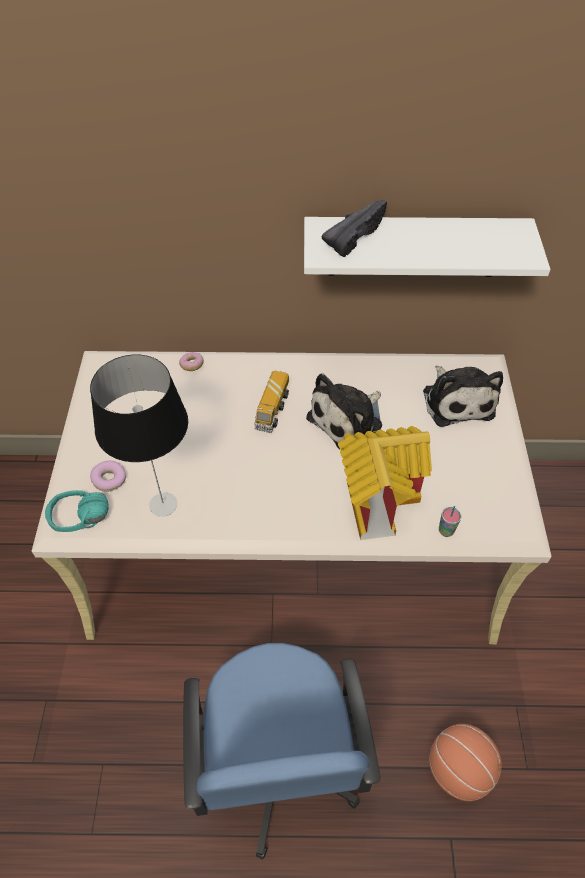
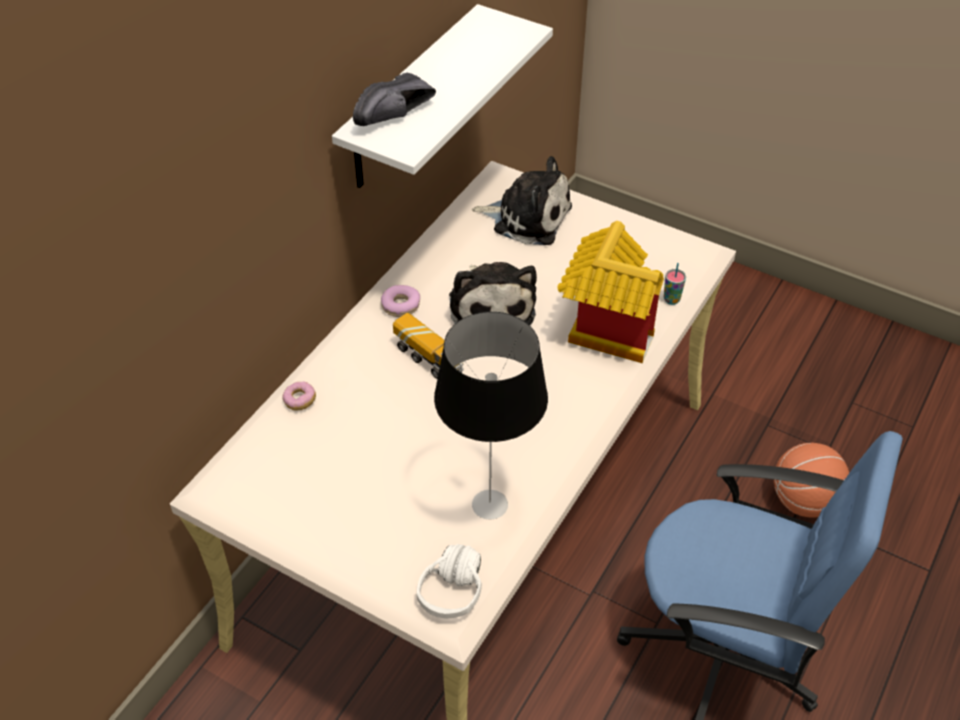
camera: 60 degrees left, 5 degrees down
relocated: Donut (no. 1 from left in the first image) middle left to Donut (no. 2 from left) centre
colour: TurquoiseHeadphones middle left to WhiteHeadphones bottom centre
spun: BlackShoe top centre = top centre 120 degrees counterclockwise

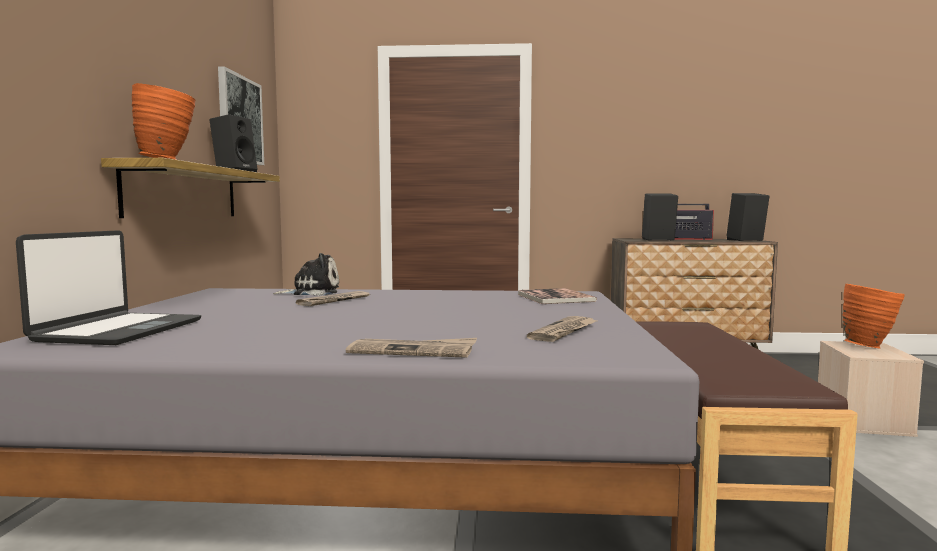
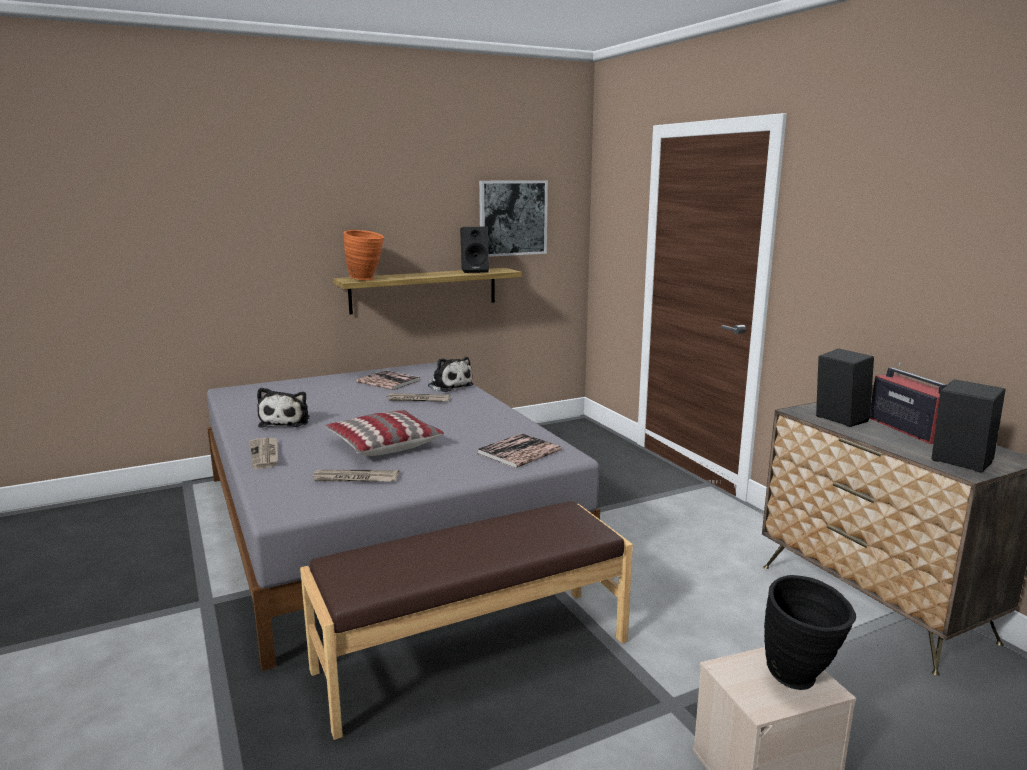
camera: 60 degrees right, 10 degrees up
missing: Laptop middle left
appeared: PlushToy (no. 1 from left) middle left; Pillow centre; Book (no. 1 from left) centre
colour: OrangeVase (no. 2 from left) middle right to BlackVase bottom right

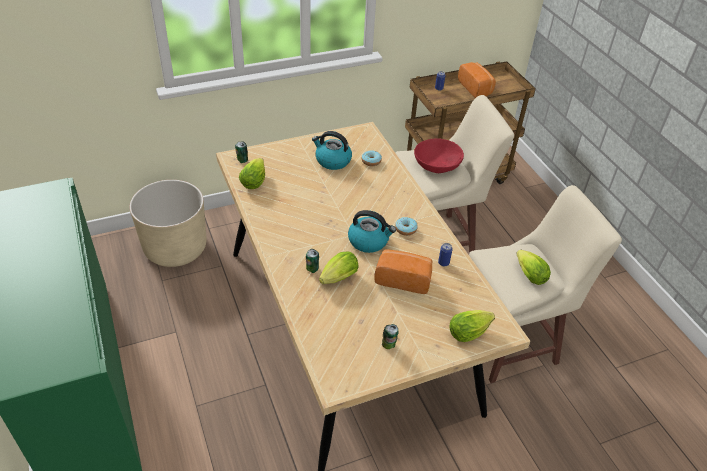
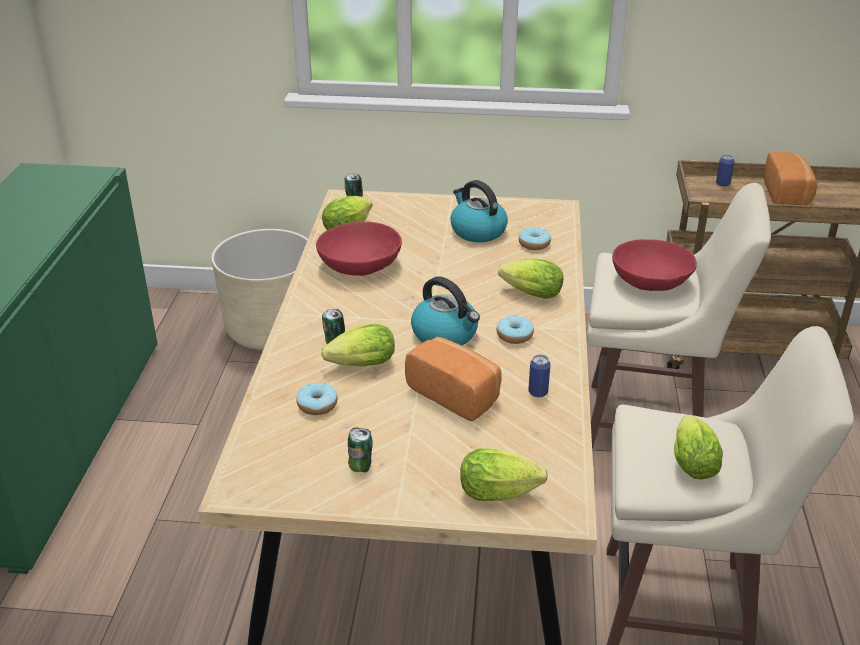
camera: 30 degrees right, 10 degrees down
appeared: Donut (no. 1 from left) centre; RedBowl (no. 1 from left) centre; Lettuce (no. 4 from left) centre

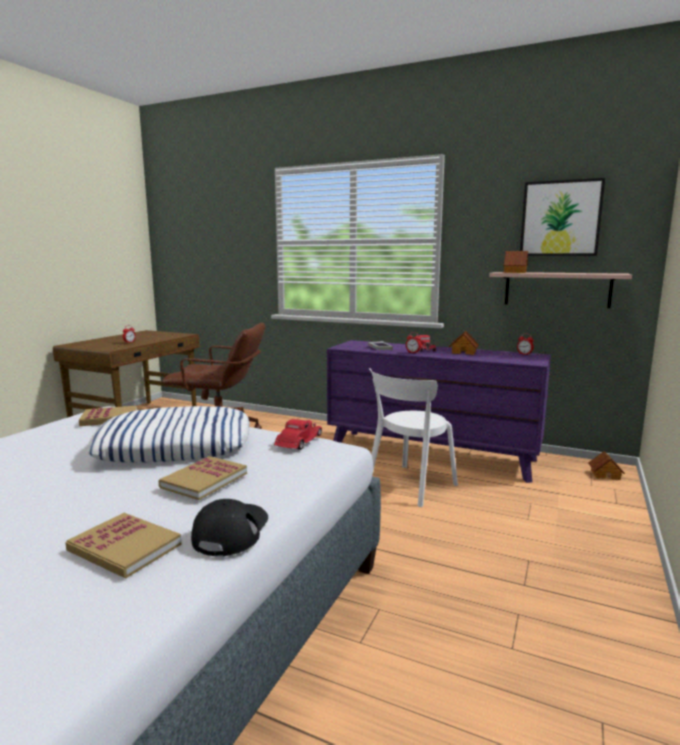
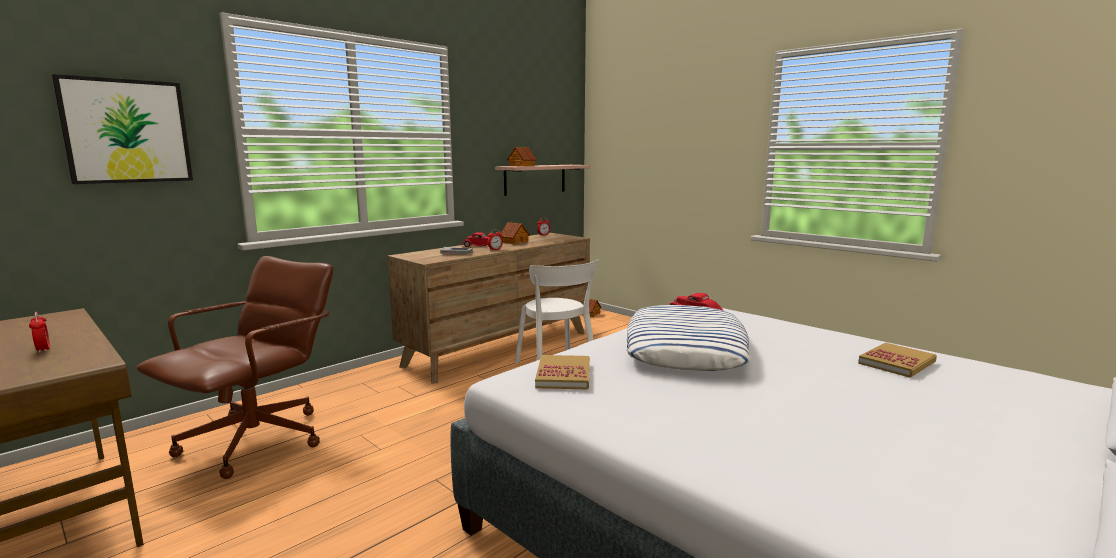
camera: 70 degrees left, 0 degrees up
missing: Book (no. 3 from left) middle left; BlackCap bottom centre
relocated: Picture top right to top left
colour: PurpleDresser centre to BrownDresser centre

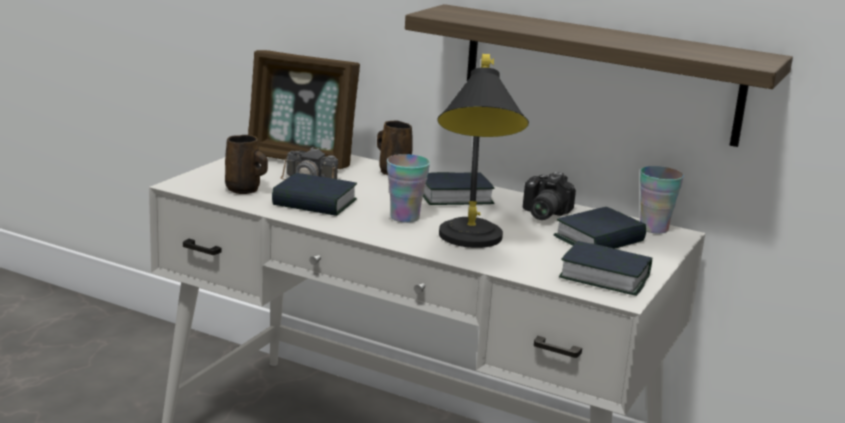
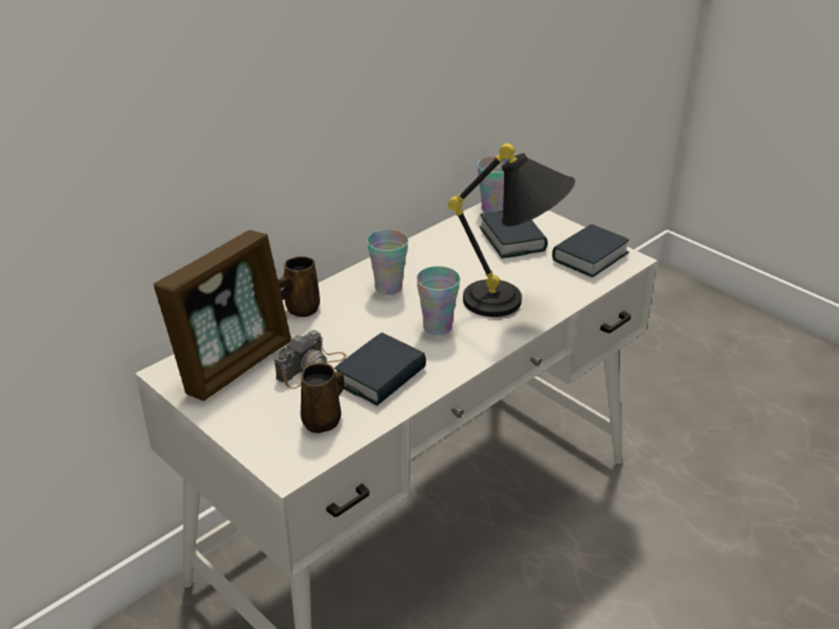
camera: 70 degrees left, 15 degrees up
missing: Shelf top right; PhotoCamera (no. 2 from left) centre
exchanged: Book (no. 2 from left) centre to Cup (no. 1 from left) centre

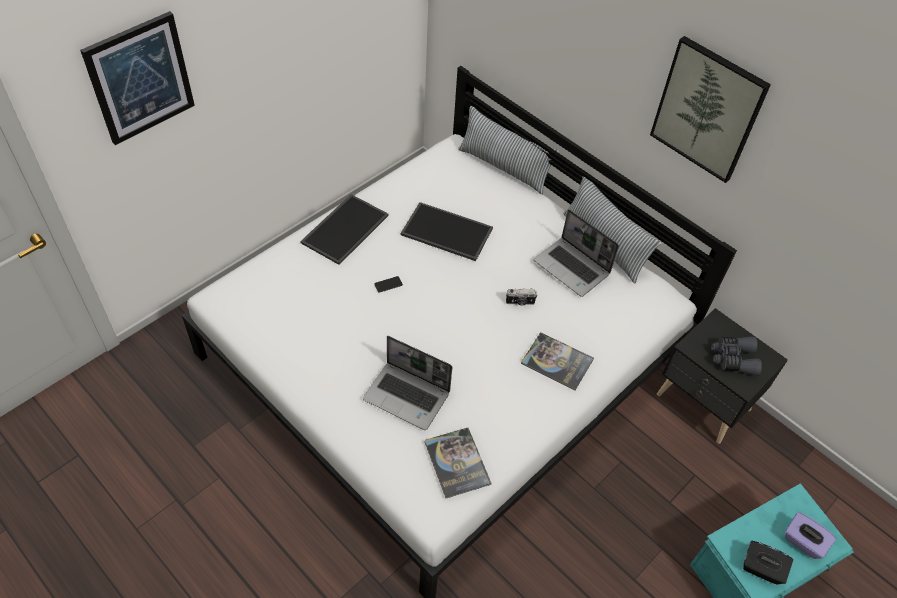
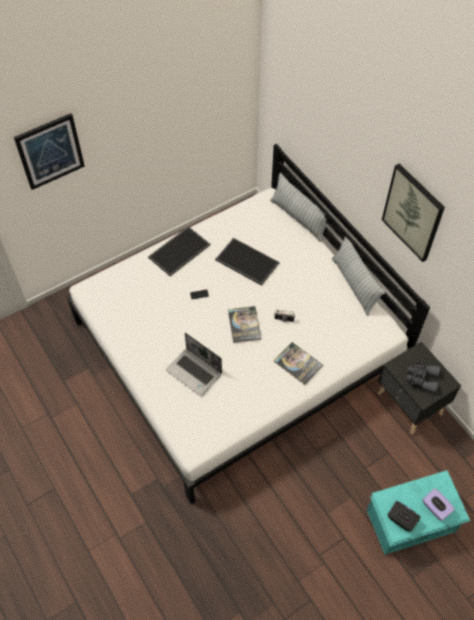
camera: 15 degrees right, 5 degrees up
missing: Laptop (no. 2 from left) centre
relocated: Book (no. 1 from left) bottom centre to centre

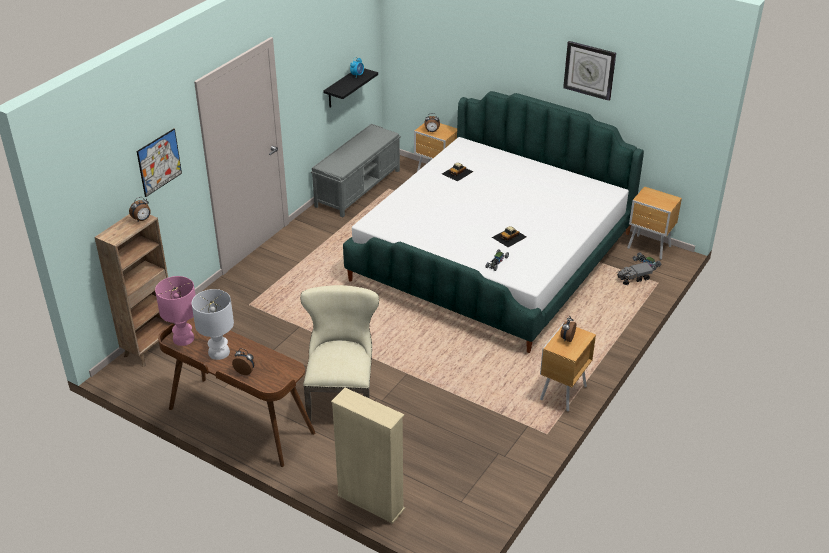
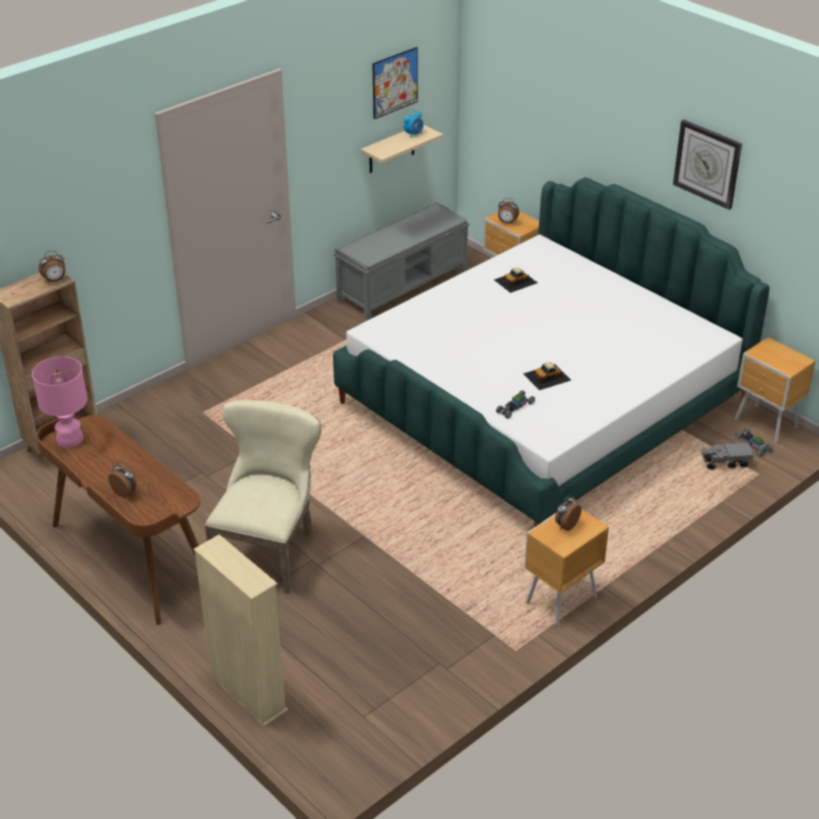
camera: 15 degrees right, 0 degrees up
missing: WhiteTableLamp middle left
relocated: Picture top left to top centre
colour: BlackShelf top centre to BeigeShelf top centre

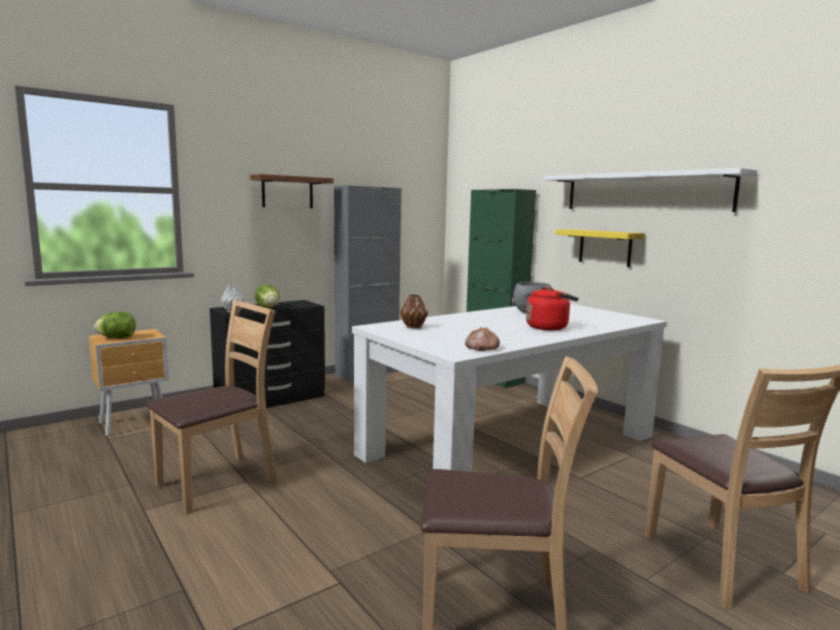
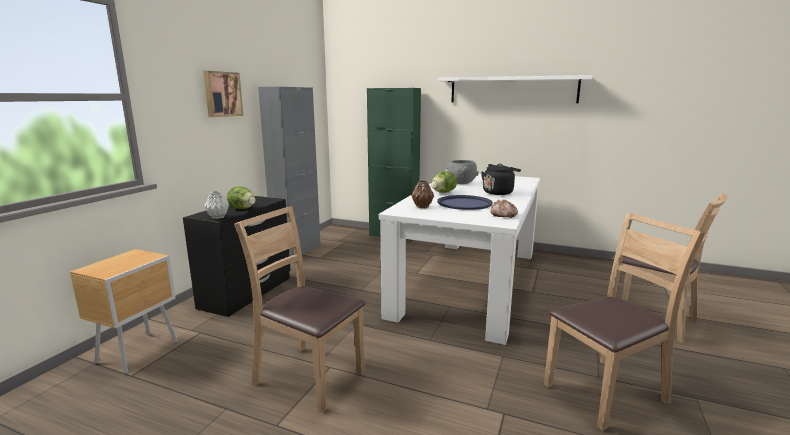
camera: 30 degrees left, 5 degrees up
missing: YellowShelf middle right
appeared: BlueTray centre
relocated: Lettuce (no. 1 from left in the first image) middle left to Lettuce (no. 2 from left) centre
exchanged: BrownShelf top centre to Picture top left
colour: RedKettle centre to BlackKettle centre
spun: BrownChair (no. 1 from left) middle left = bottom centre 75 degrees counterclockwise

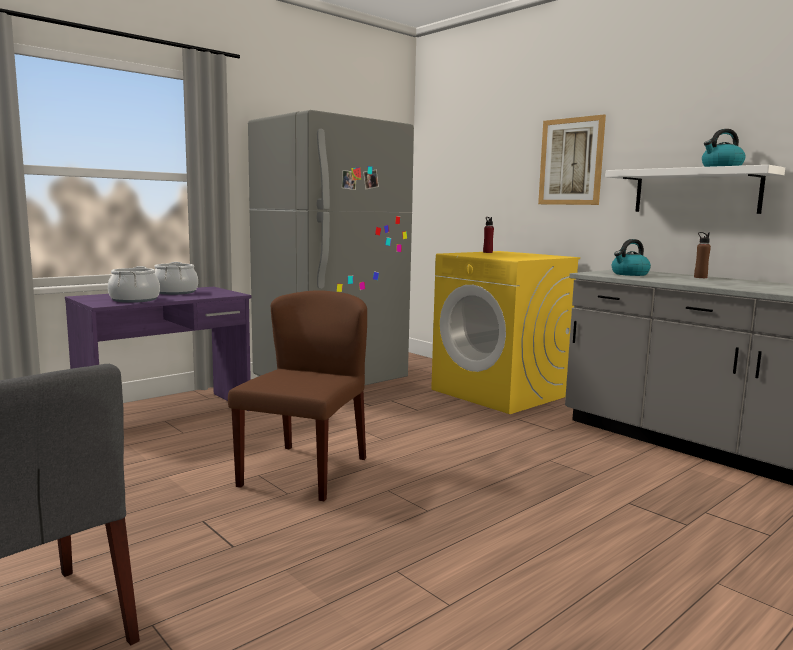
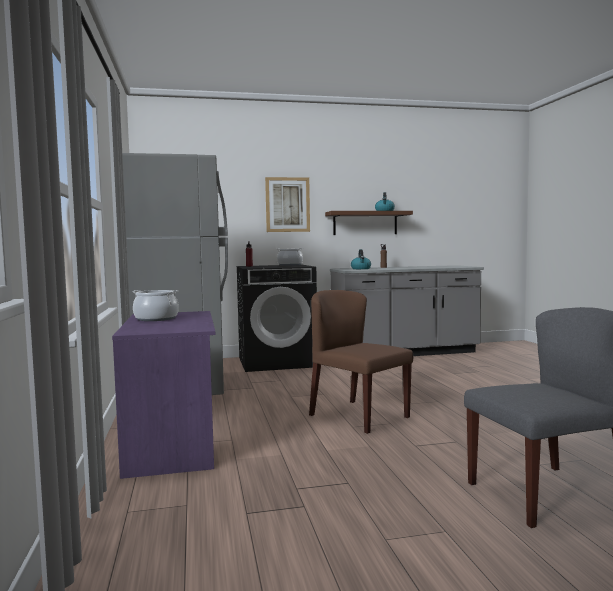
camera: 60 degrees left, 5 degrees down
relocated: CookingPot (no. 1 from left in the first image) middle left to CookingPot (no. 2 from left) centre
colour: YellowWashingMachine centre to BlackWashingMachine centre; WhiteShelf top right to BrownShelf centre

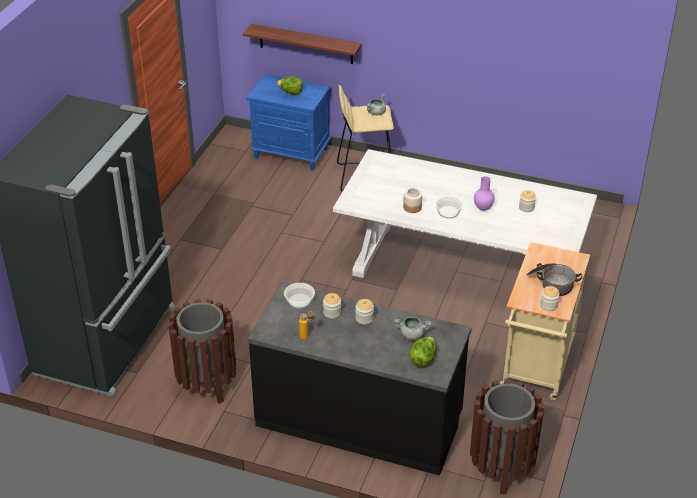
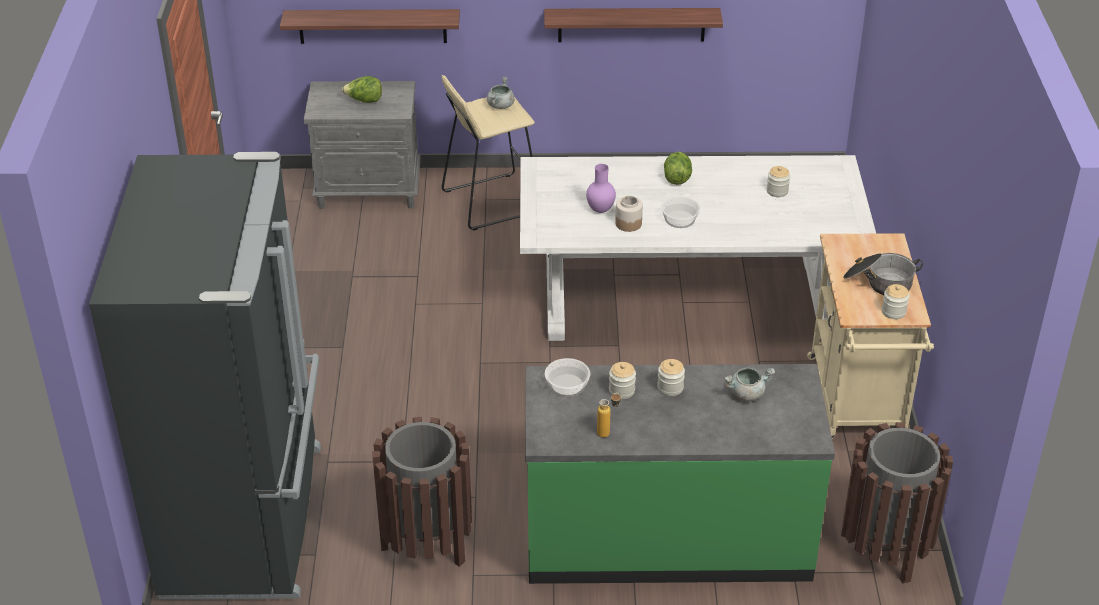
camera: 20 degrees left, 0 degrees up
appeared: Shelf (no. 2 from left) top centre
relocated: Lettuce (no. 2 from left) bottom centre to top centre; PurpleVase middle right to top centre
colour: BlueNightstand top centre to GreyNightstand top left; BlackCounter bottom centre to GreenCounter bottom centre

